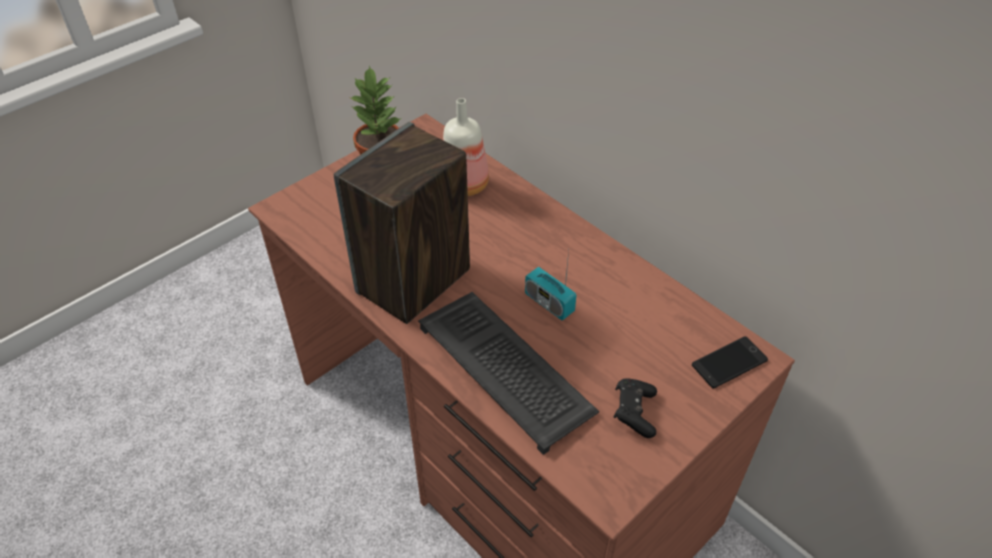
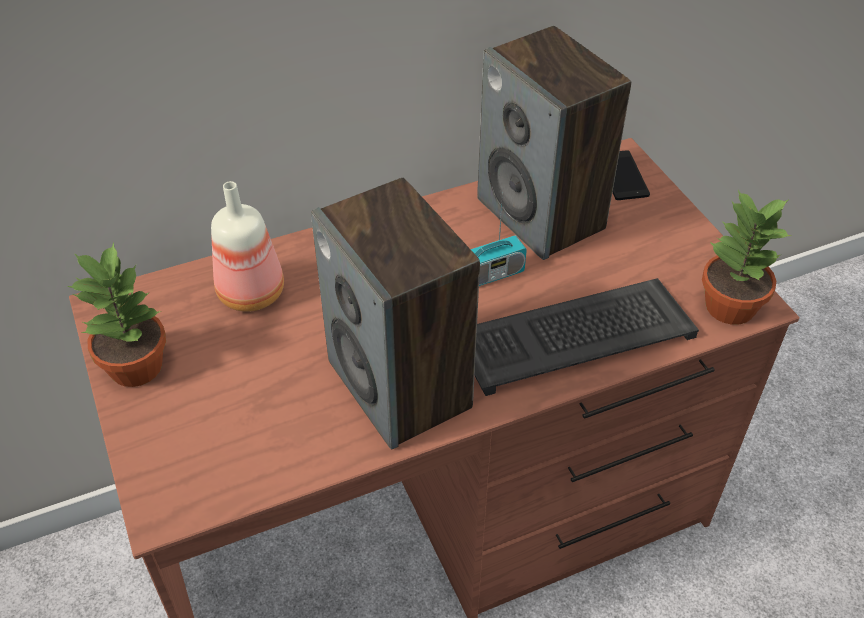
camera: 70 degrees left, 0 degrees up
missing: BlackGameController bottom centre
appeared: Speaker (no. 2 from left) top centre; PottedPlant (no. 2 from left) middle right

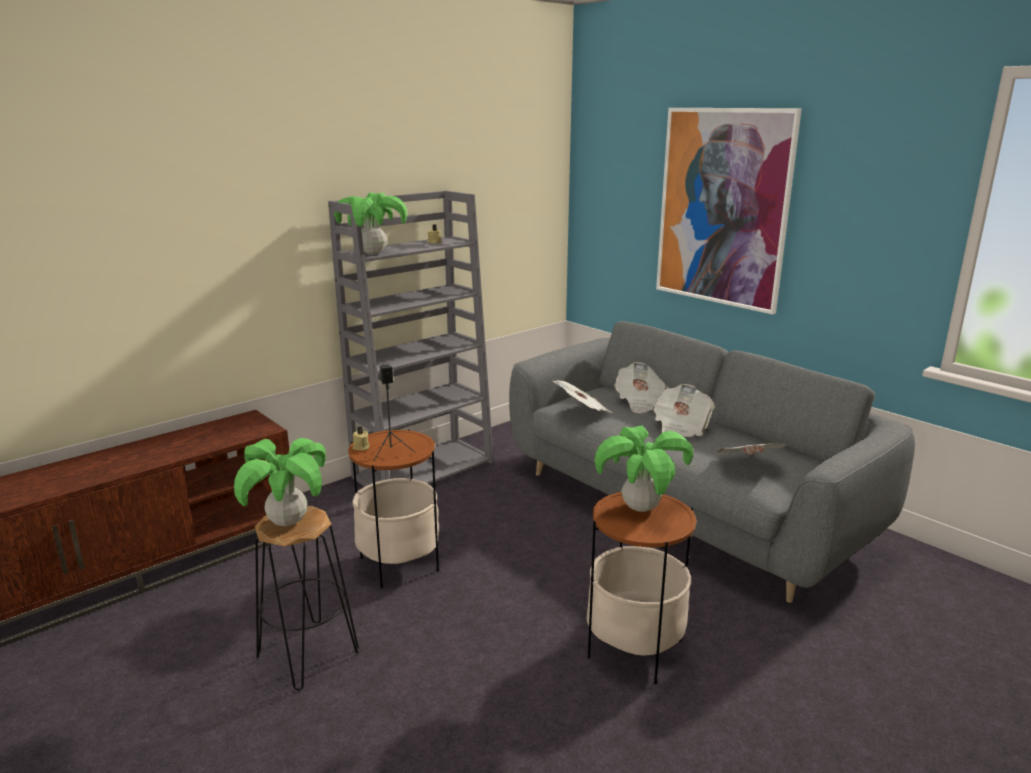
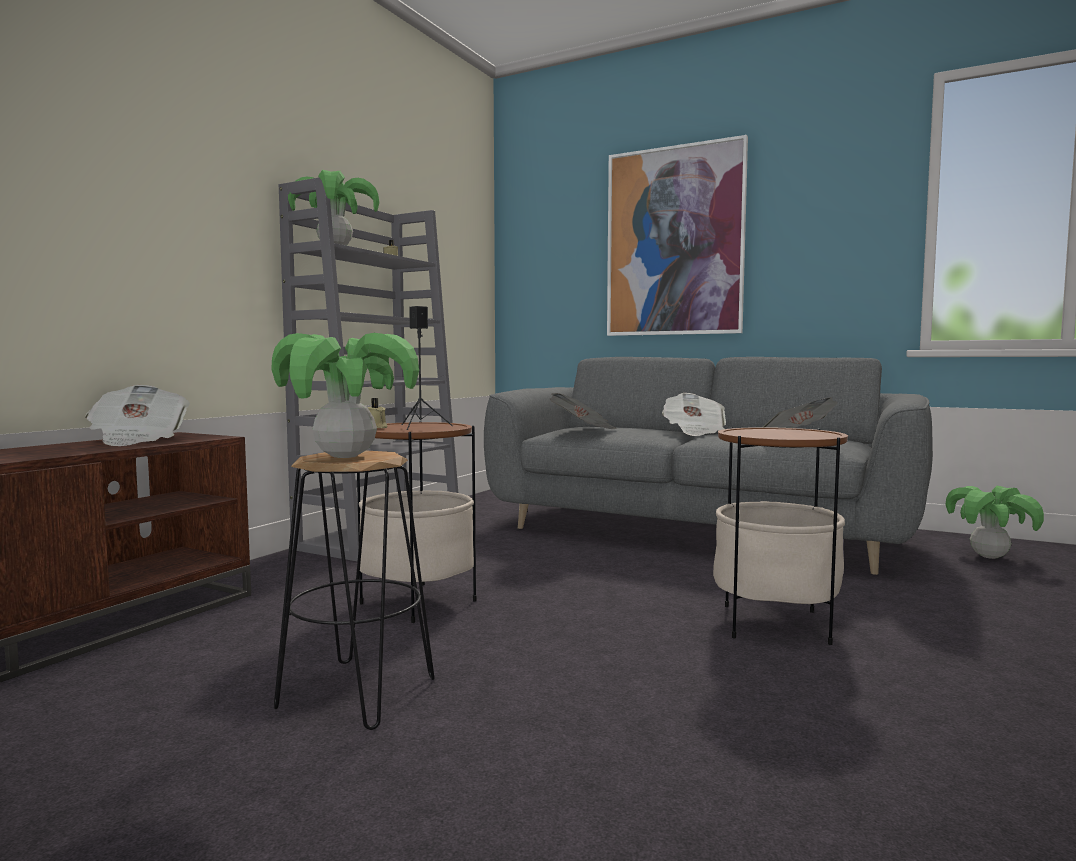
camera: 20 degrees left, 15 degrees down
relocated: PottedPlant (no. 3 from left) centre to middle right; Newspaper (no. 2 from left in the first image) centre to Newspaper (no. 1 from left) middle left

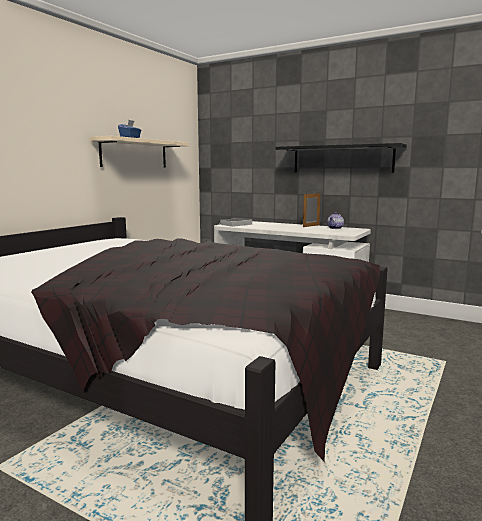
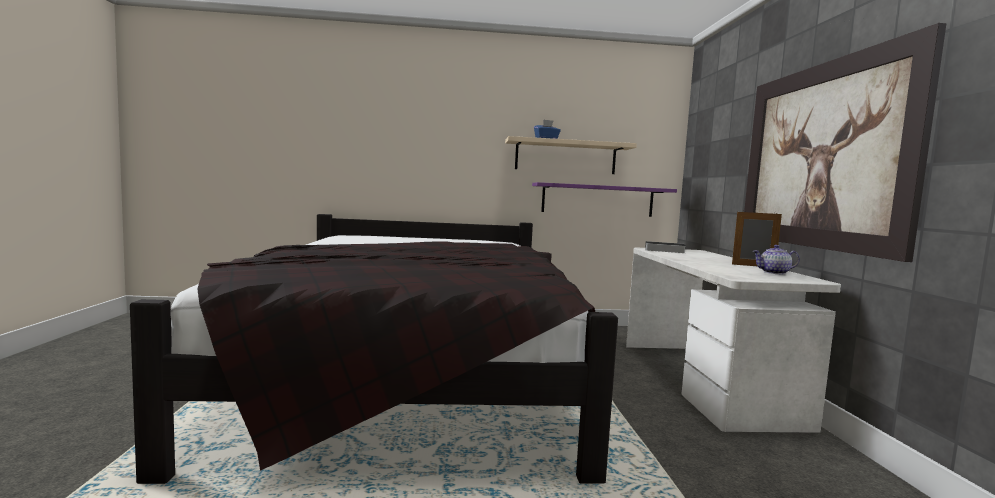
camera: 55 degrees right, 5 degrees down
appeared: PurpleShelf centre
exchanged: BlackShelf top right to Picture top right

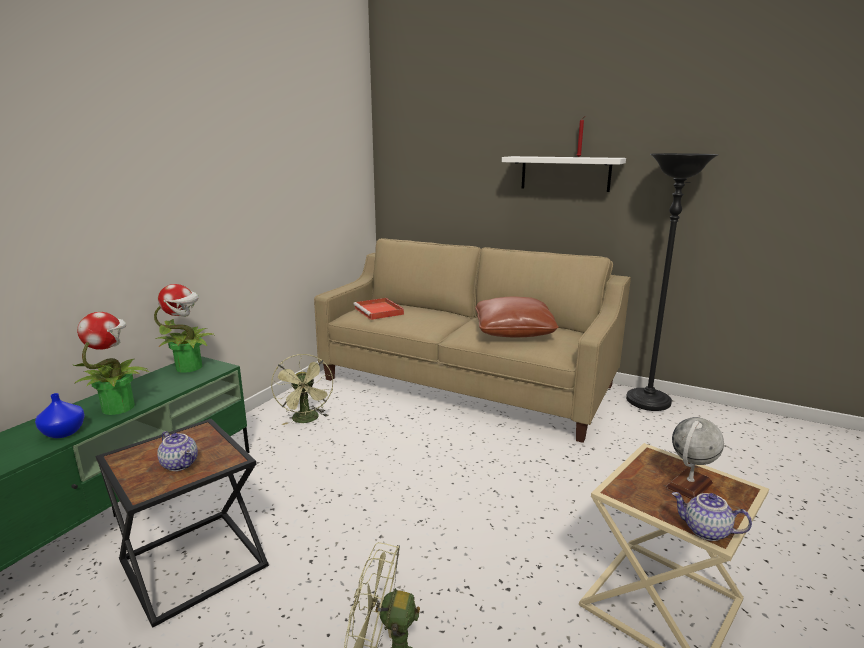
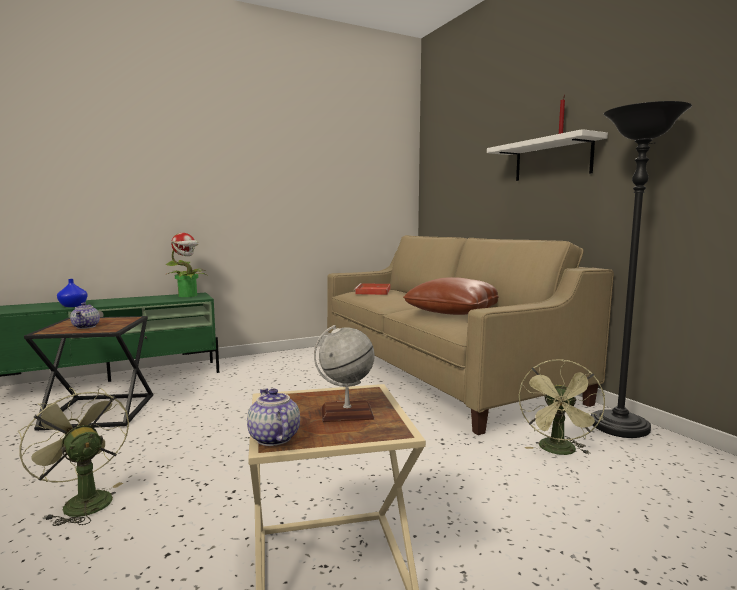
camera: 35 degrees right, 10 degrees down
missing: PottedPlant (no. 1 from left) middle left
relocated: GreenFan (no. 1 from left in the first image) centre to GreenFan (no. 2 from left) bottom right

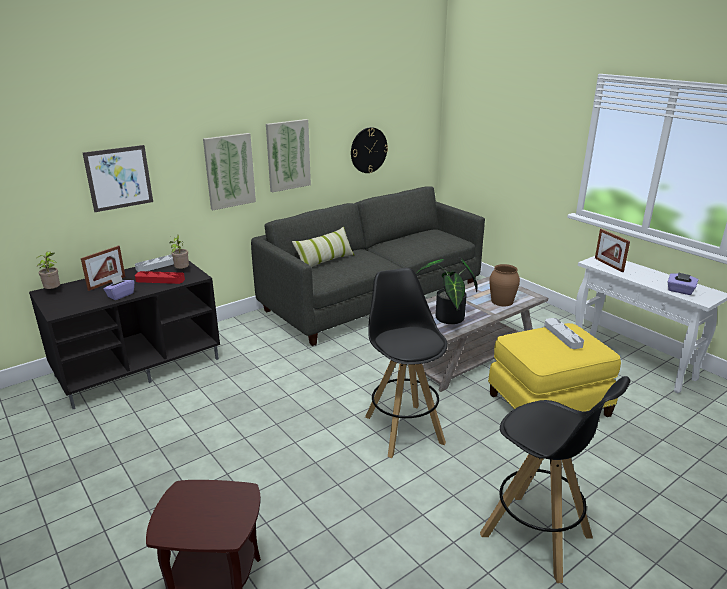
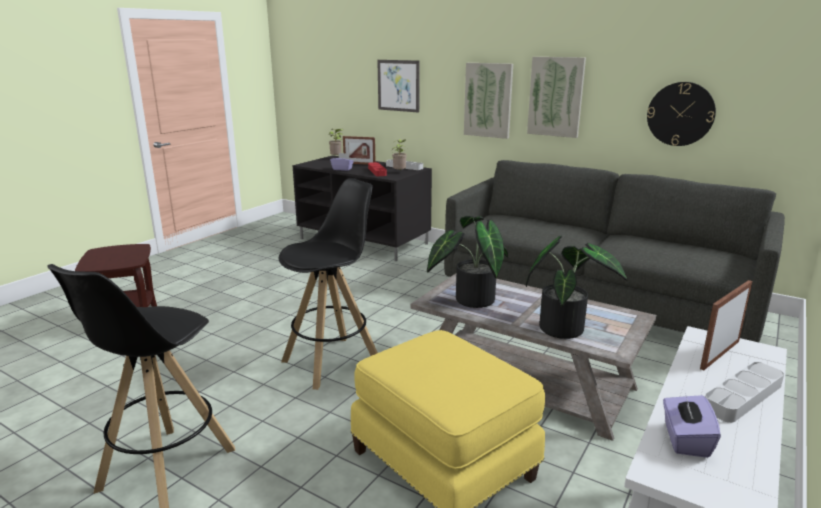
camera: 70 degrees right, 5 degrees down
missing: Pillow centre
relocated: GreyTray (no. 2 from left) middle right to bottom right
exchanged: BrownVase middle right to PottedPlant (no. 4 from left) middle right

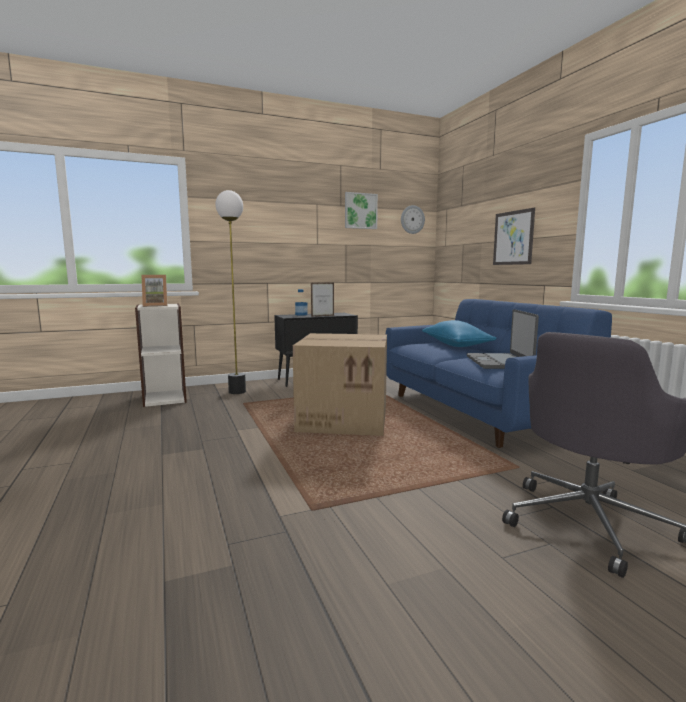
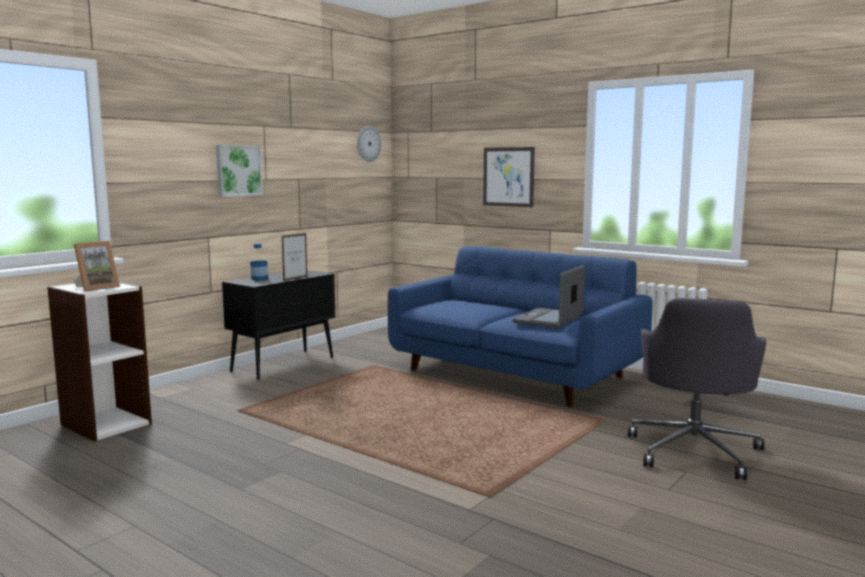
camera: 30 degrees left, 0 degrees up
missing: FloorLamp centre; CardboardBox centre; BluePillow middle right
relocated: Picture (no. 1 from left) top centre to top left
spun: Laptop middle right = centre 60 degrees clockwise

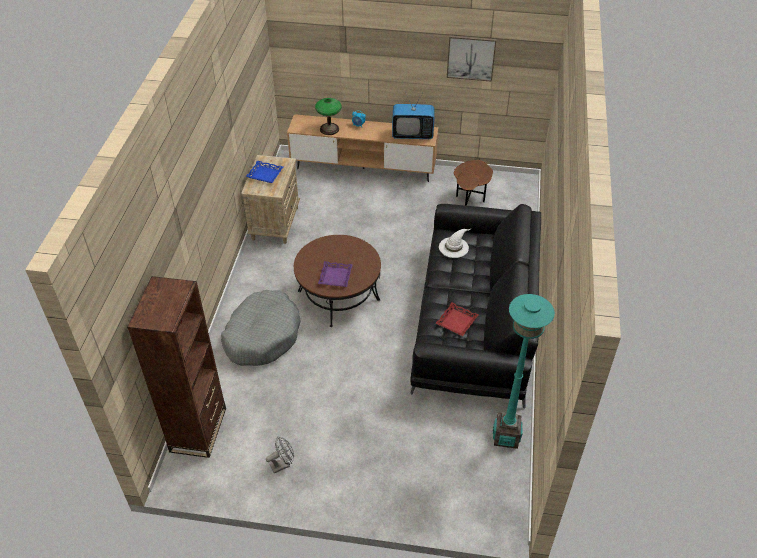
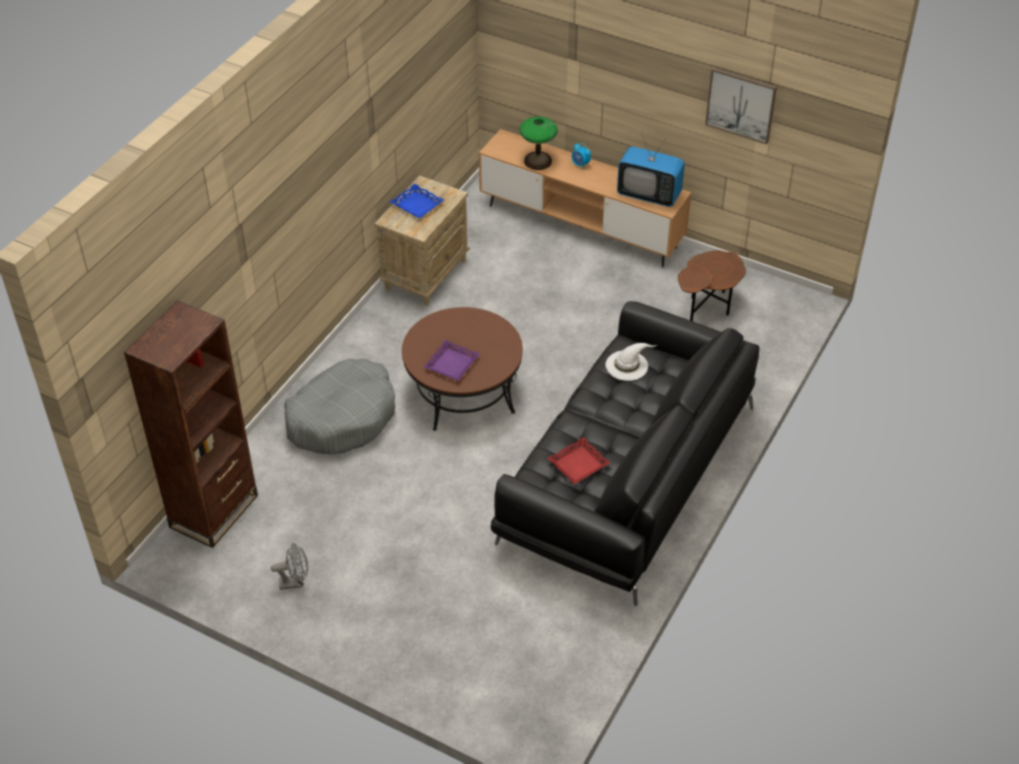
camera: 20 degrees right, 0 degrees up
missing: TurquoiseFloorLamp middle right

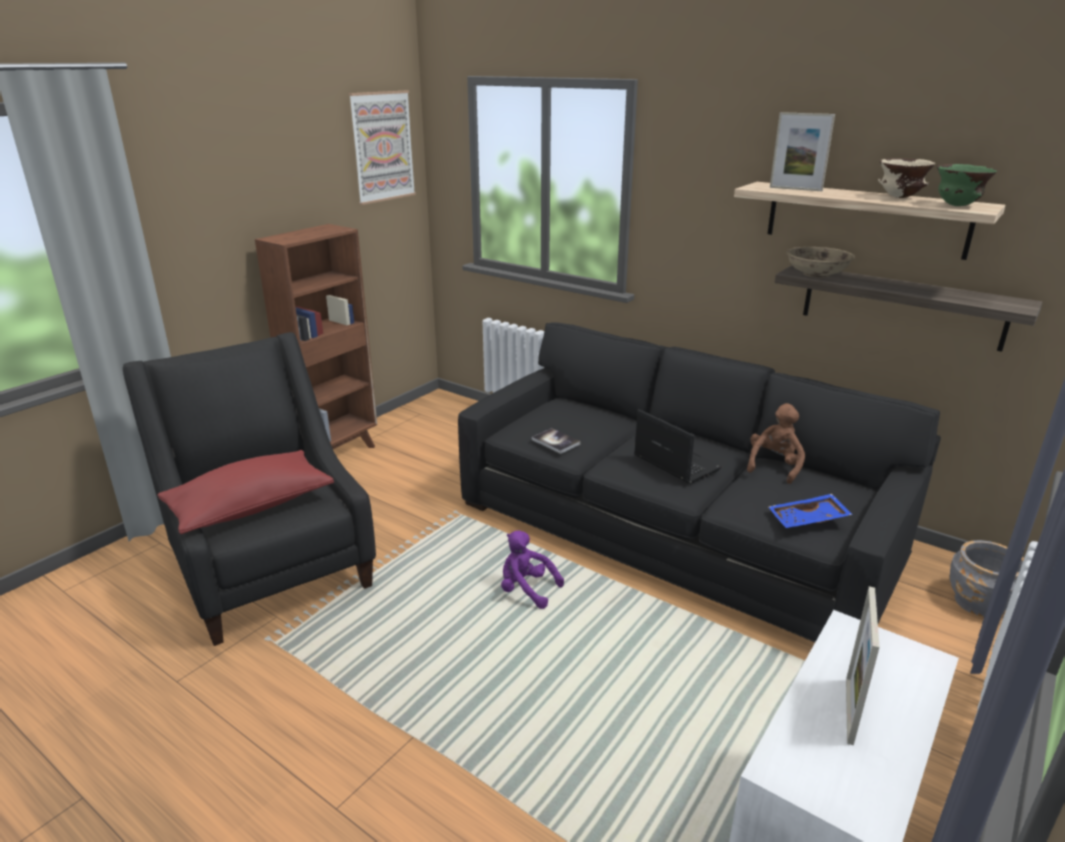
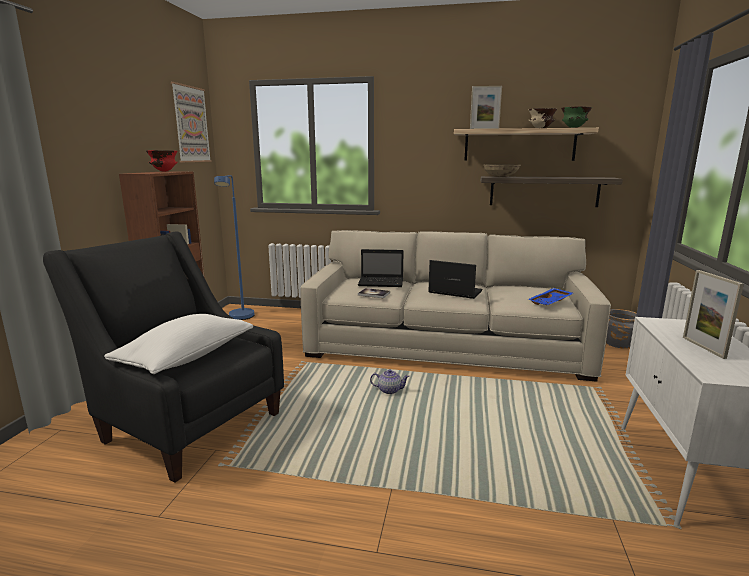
camera: 25 degrees left, 10 degrees down
missing: BrownPlushToy middle right
appeared: RedBowl top left; BlueFloorLamp middle left; Laptop (no. 1 from left) centre
exchanged: PurplePlushToy bottom centre to Teapot centre
colour: RedPillow middle left to WhitePillow middle left; BlackSofa centre to BeigeSofa centre

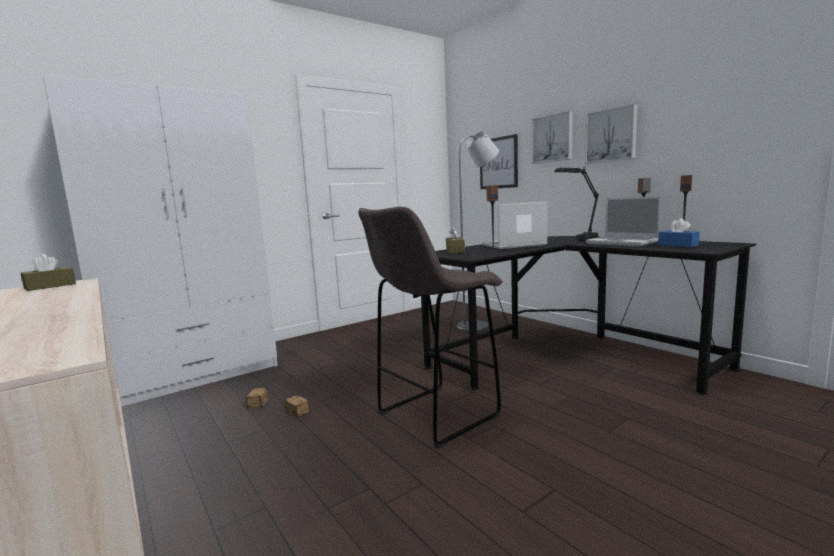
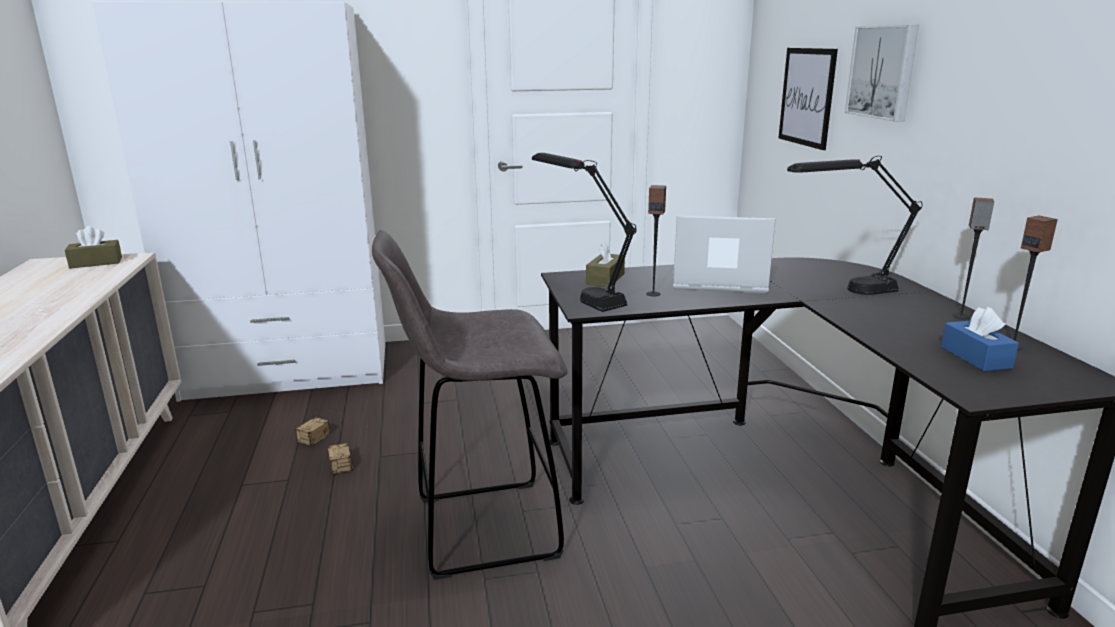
camera: 25 degrees right, 10 degrees up
missing: GreyFloorLamp centre; Picture (no. 3 from left) top right; Laptop (no. 2 from left) middle right
appeared: BlackTableLamp (no. 1 from left) centre

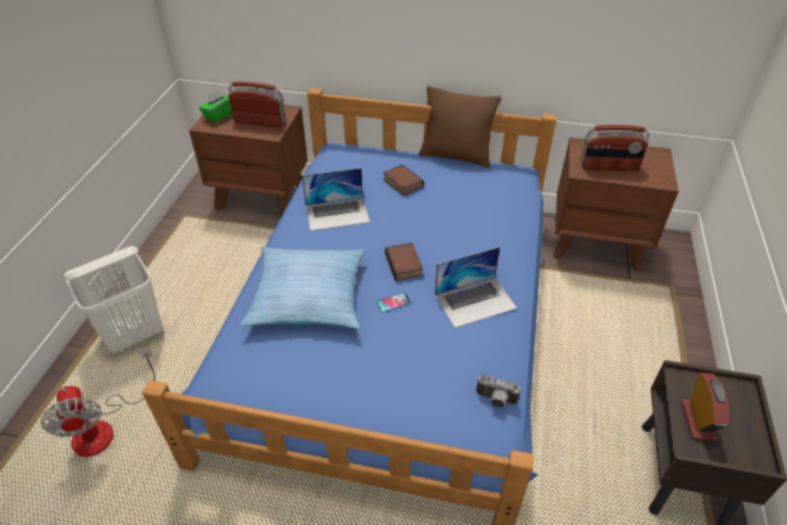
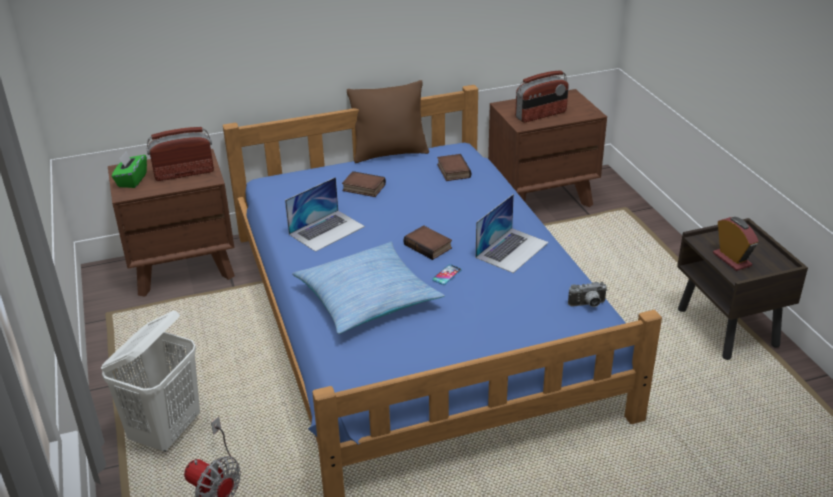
camera: 30 degrees left, 10 degrees down
appeared: Book (no. 3 from left) centre

